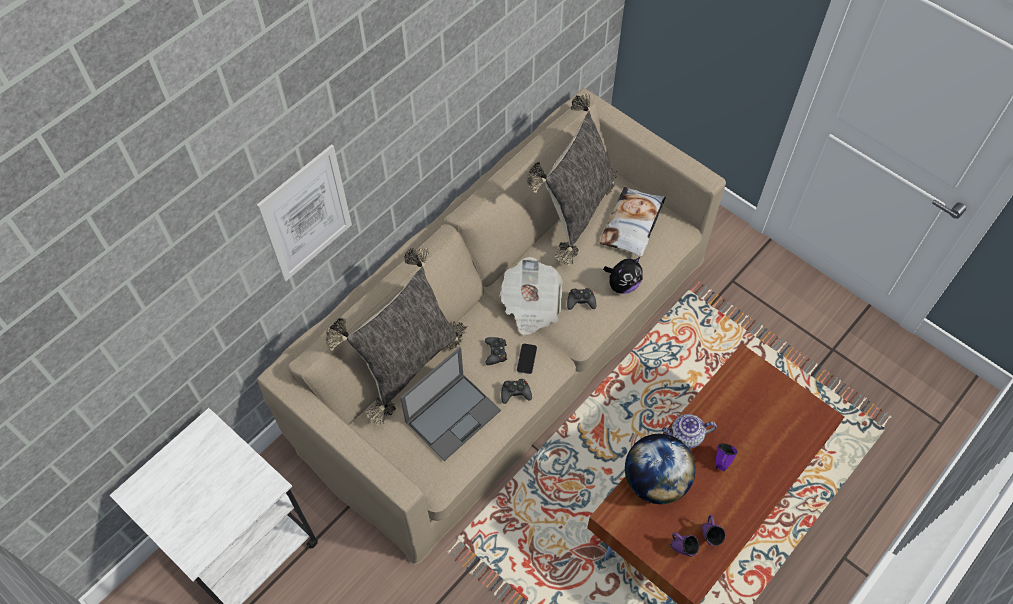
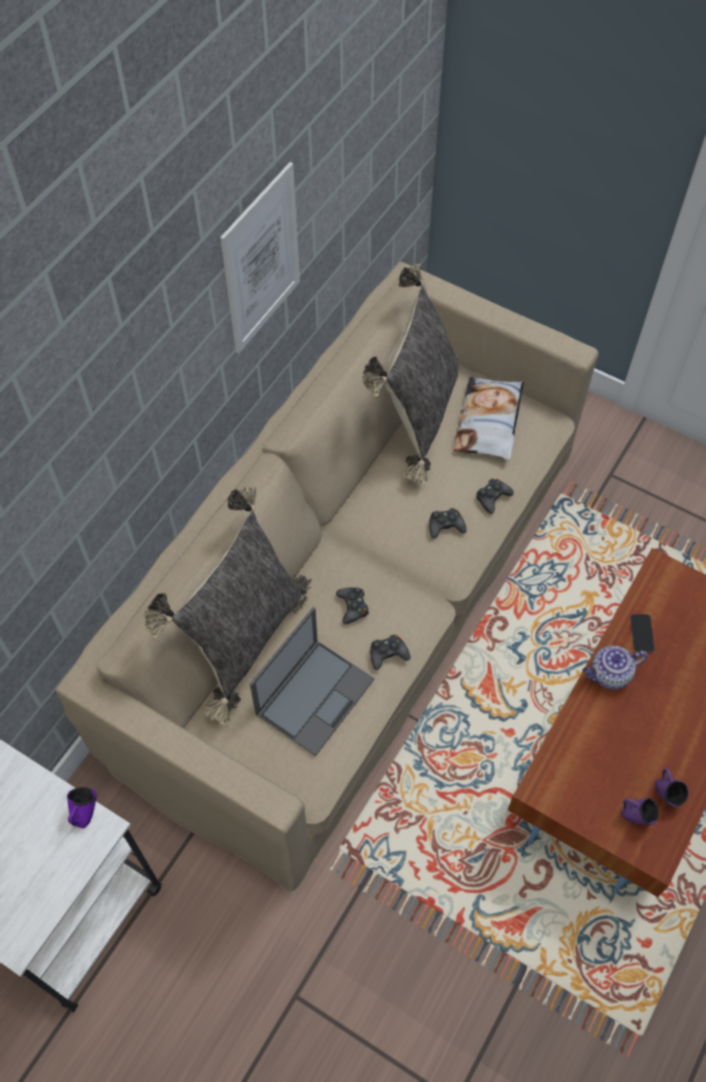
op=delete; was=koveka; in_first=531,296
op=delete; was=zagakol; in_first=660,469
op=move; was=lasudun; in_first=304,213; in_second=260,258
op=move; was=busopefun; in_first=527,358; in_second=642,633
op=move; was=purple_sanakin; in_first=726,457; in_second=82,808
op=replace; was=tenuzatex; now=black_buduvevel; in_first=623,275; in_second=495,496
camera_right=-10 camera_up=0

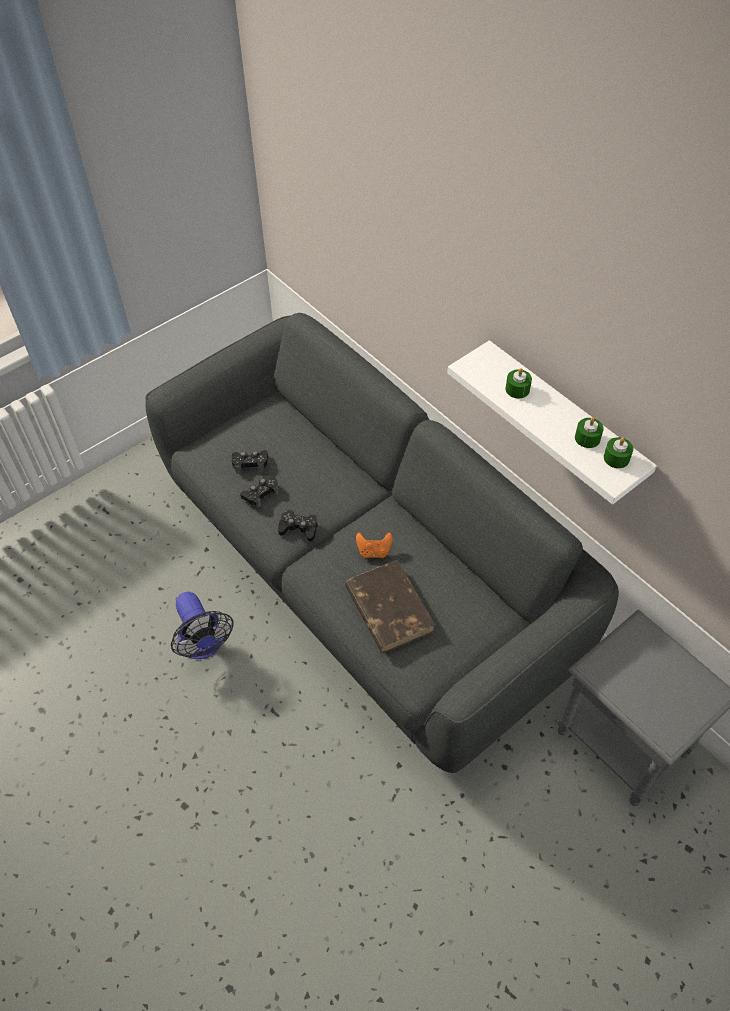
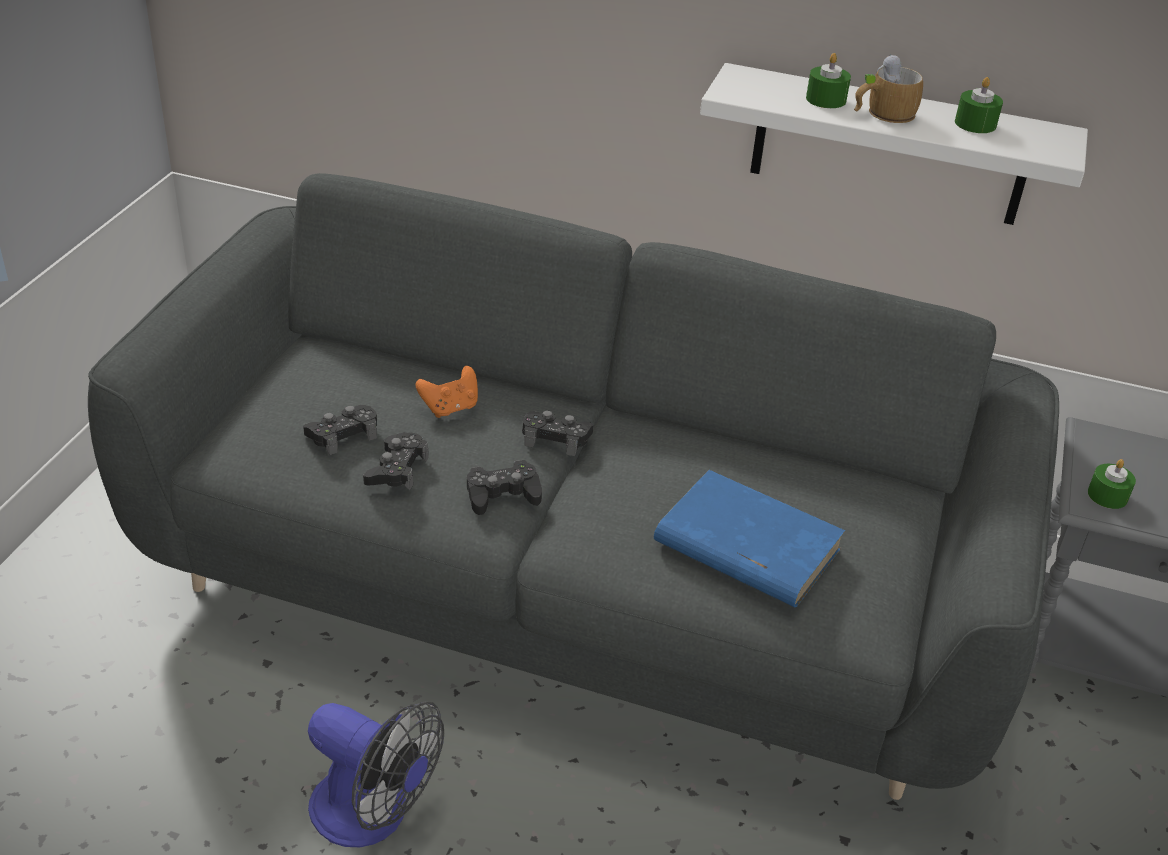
op=insert; now=black_buduvevel; in_second=557,433
op=insert; now=sanakin; in_second=888,88
op=move; was=orange_buduvevel; in_first=374,545; in_second=447,392
op=move; was=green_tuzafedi; in_first=618,452; in_second=1112,484
op=recolor; was=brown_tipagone; now=blue_tipagone; in_first=390,606; in_second=749,538
camera_right=-35 camera_up=-15

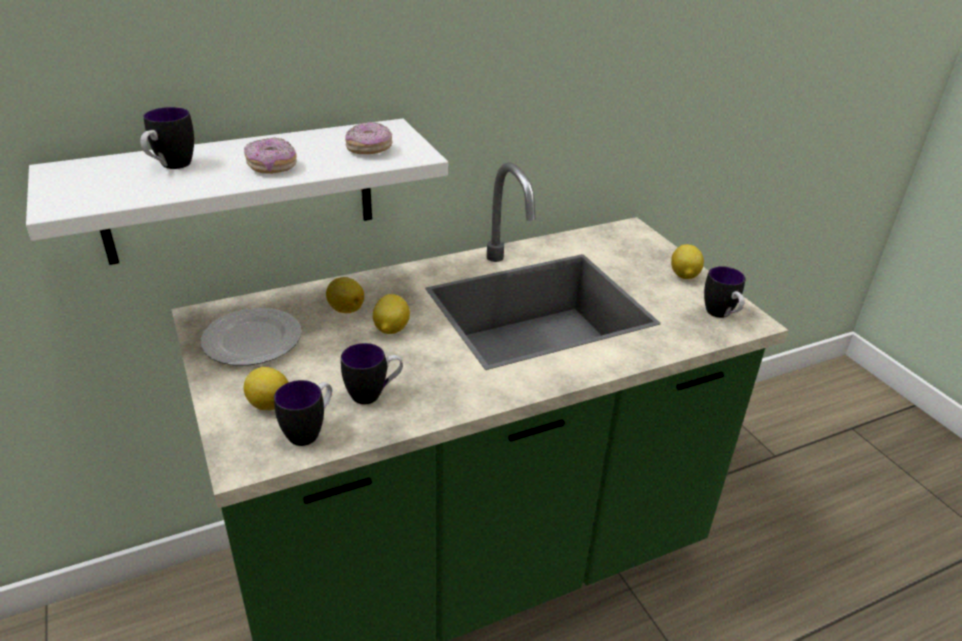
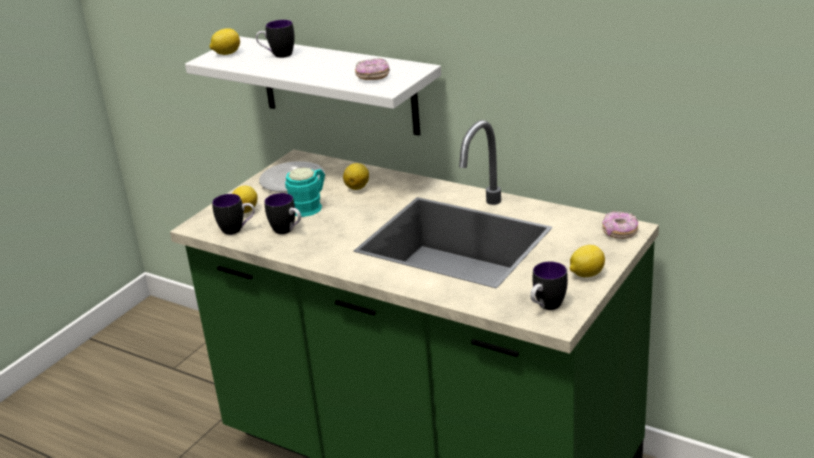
op=insert; now=turquoise_sanakin; in_second=305,192
op=move; was=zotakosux; in_first=270,155; in_second=620,225
op=move; was=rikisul; in_first=391,314; in_second=225,41
camera_right=60 camera_up=-5

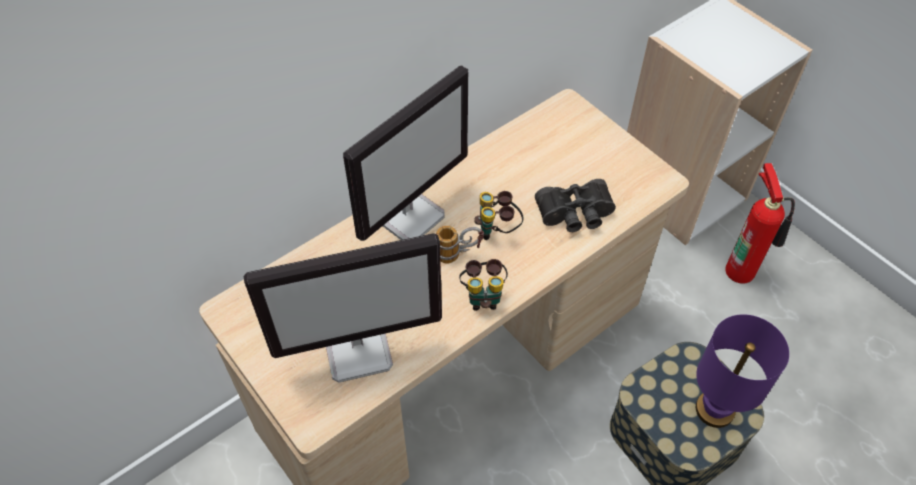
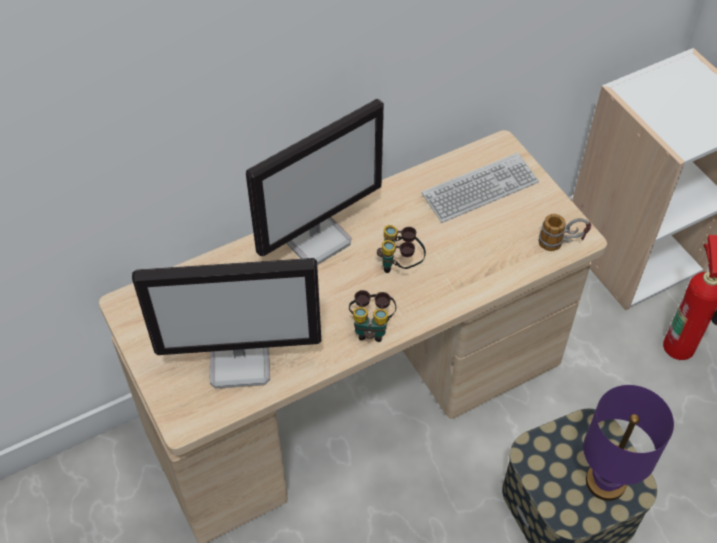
op=delete; was=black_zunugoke; in_first=575,205
op=insert; now=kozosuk; in_second=480,188
op=move; was=sanakin; in_first=460,244; in_second=565,232
camera_right=10 camera_up=0

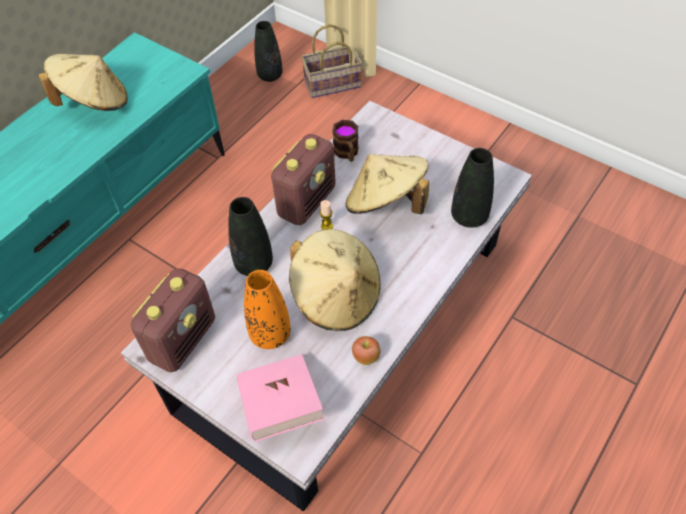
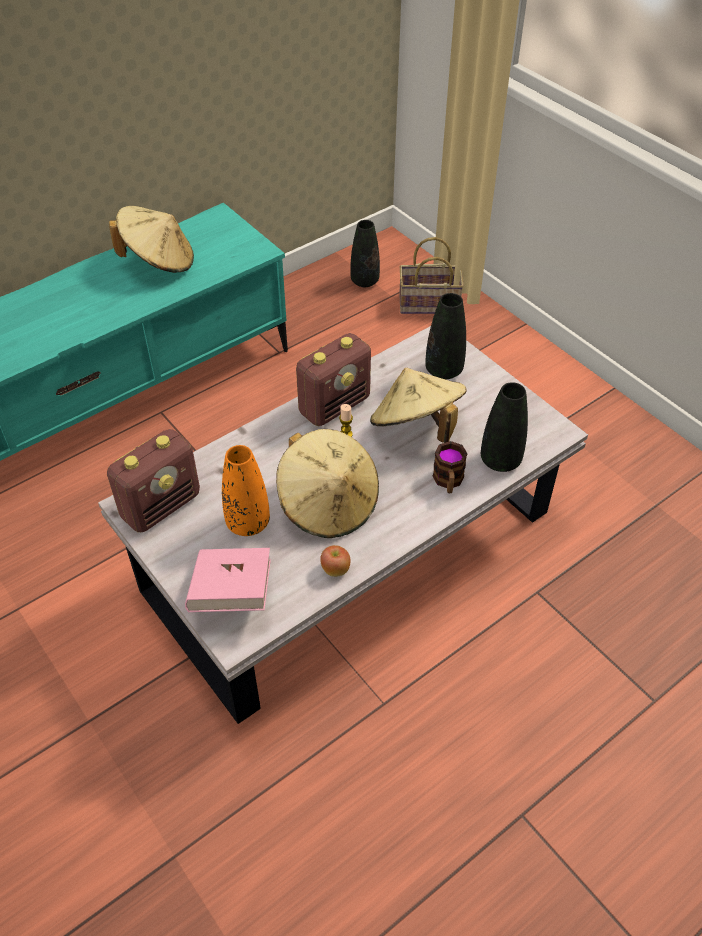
op=move; was=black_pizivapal; in_first=250,236; in_second=445,336
op=move; was=sanakin; in_first=345,141; in_second=450,467
camera_right=15 camera_up=-5

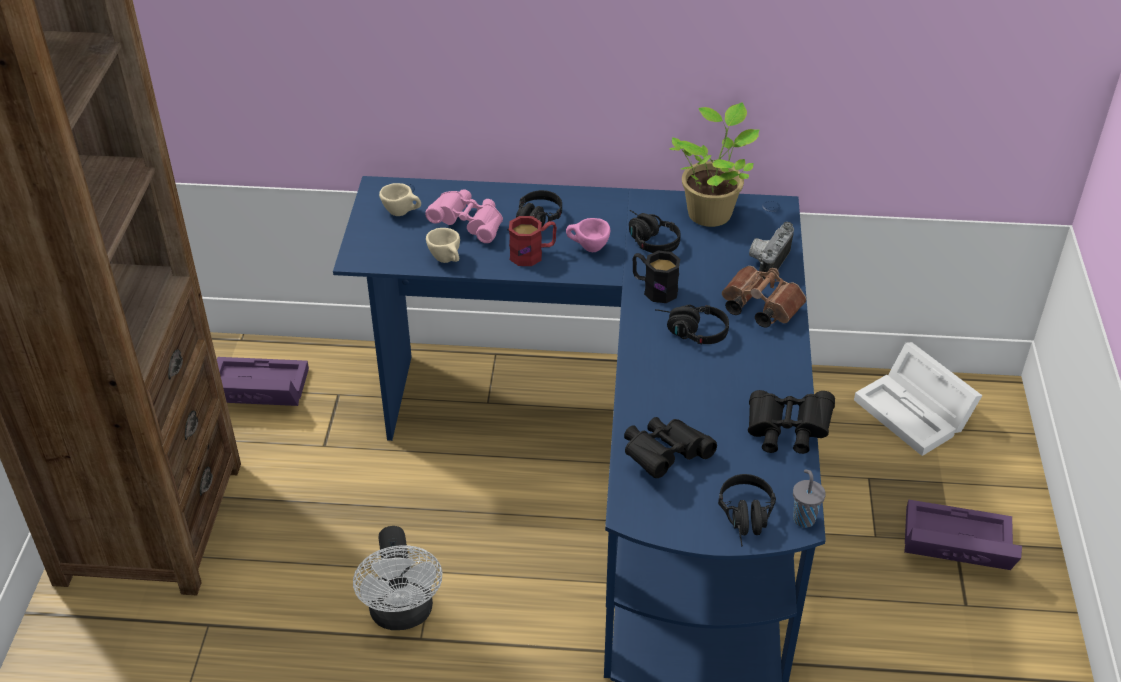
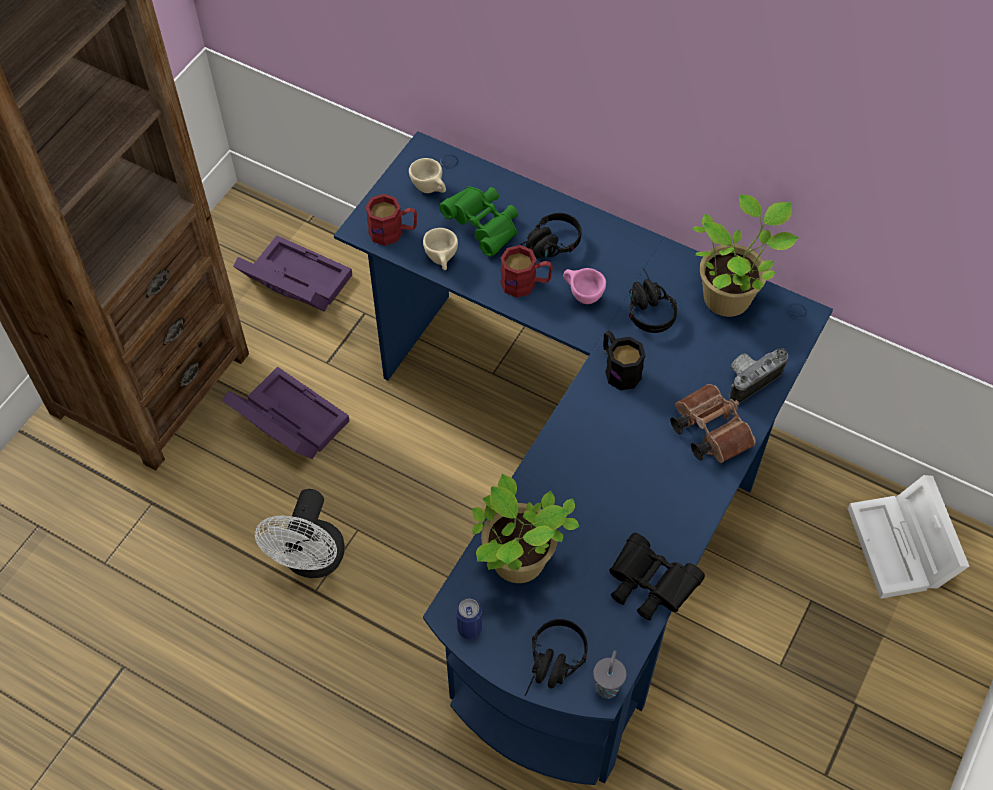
op=delete; was=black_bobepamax; in_first=692,324
op=insert; now=red_sanakin; in_second=391,220
op=insert; now=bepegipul; in_second=469,619
op=move; was=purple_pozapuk; in_first=963,535; in_second=285,413
op=replace; was=black_zunugoke; now=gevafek; in_first=670,447; in_second=525,528
op=recolor; was=pink_zunugoke; now=green_zunugoke; in_first=464,216; in_second=478,221
camera_right=25 camera_up=15

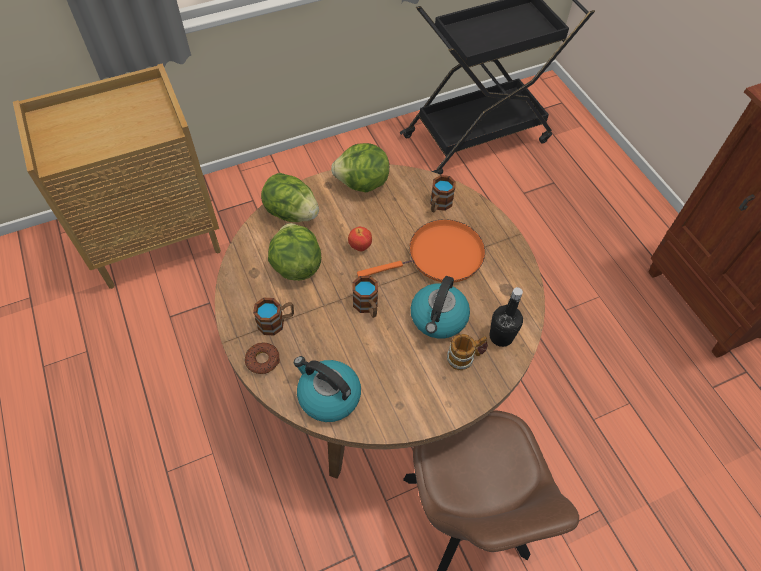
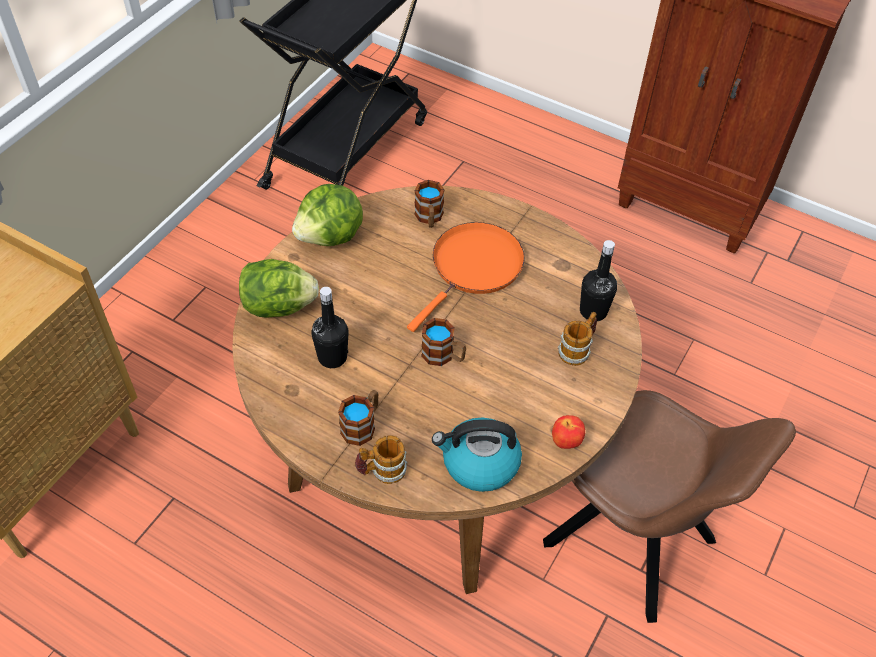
op=delete; was=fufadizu; in_first=440,307
op=move; was=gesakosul; in_first=360,239; in_second=568,432
op=replace; was=zotakosux; now=sanakin; in_first=262,358; in_second=381,459
op=replace; was=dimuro; now=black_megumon; in_first=294,252; in_second=330,327
camera_right=-35 camera_up=-5

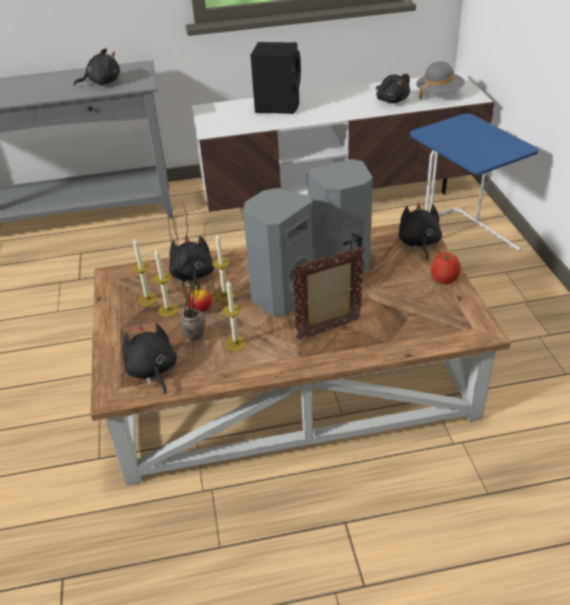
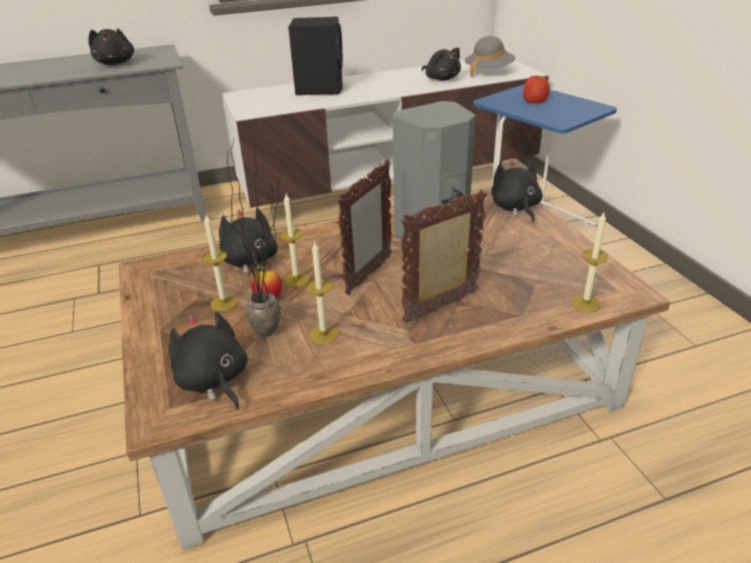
op=move; was=tuzafedi; in_first=145,271; in_second=590,262
op=move; was=gesakosul; in_first=446,268; in_second=536,89
op=replace; was=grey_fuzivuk; now=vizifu; in_first=278,252; in_second=364,227
op=rotate; was=black_tenuzatex; in_first=97,67; in_second=111,46; clockwise=105
camera_right=-10 camera_up=-5

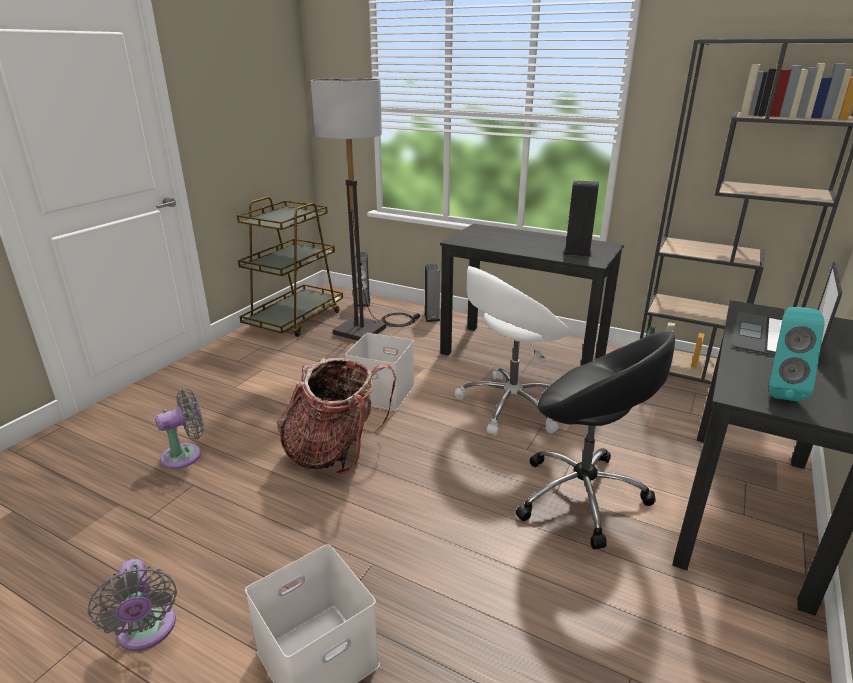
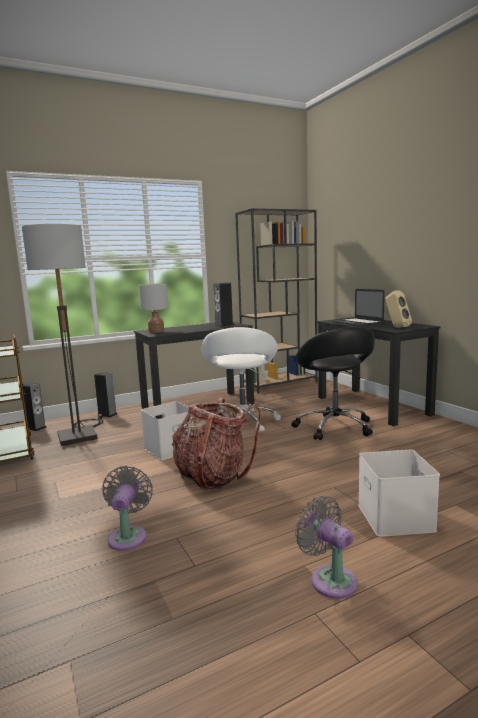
op=insert; now=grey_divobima; in_second=153,308
op=recolor; was=turquoise_fuzivuk; now=beige_fuzivuk; in_first=797,354; in_second=398,309
op=rotate; was=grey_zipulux; in_first=132,605; in_second=326,547; clockwise=-135
op=rotate; was=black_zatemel; in_first=595,440; in_second=333,383; clockwise=90
camera_right=-55 camera_up=-15

